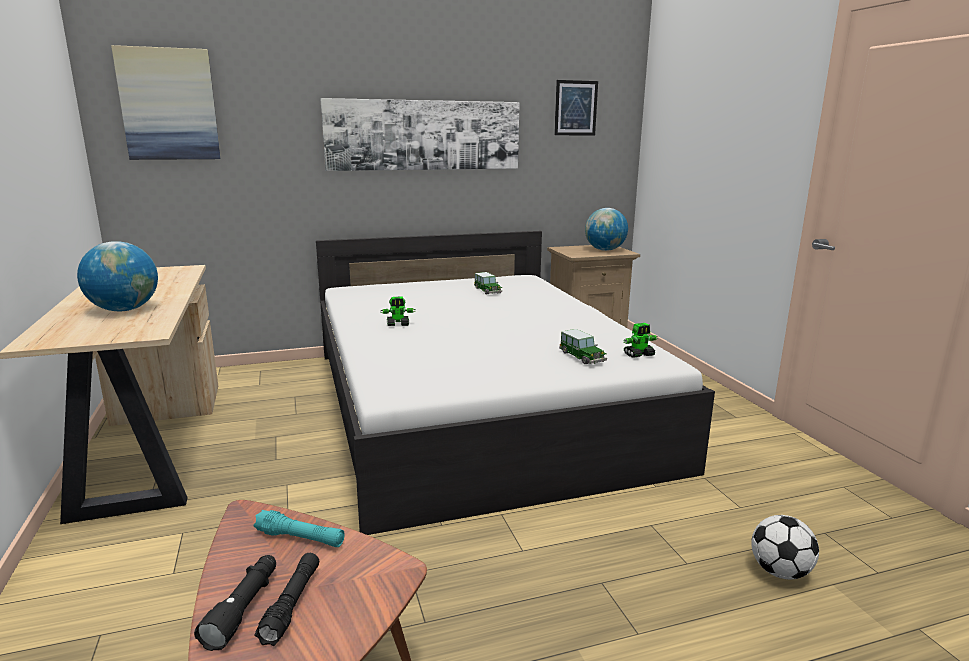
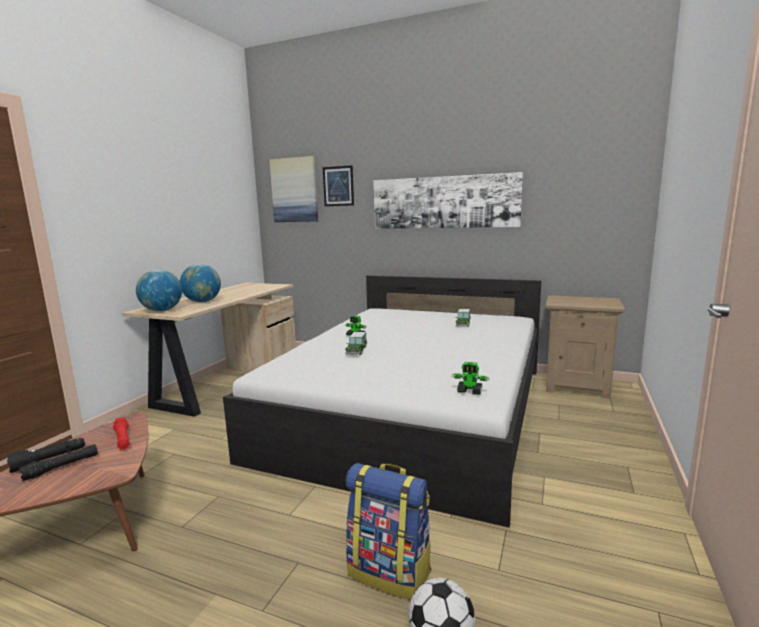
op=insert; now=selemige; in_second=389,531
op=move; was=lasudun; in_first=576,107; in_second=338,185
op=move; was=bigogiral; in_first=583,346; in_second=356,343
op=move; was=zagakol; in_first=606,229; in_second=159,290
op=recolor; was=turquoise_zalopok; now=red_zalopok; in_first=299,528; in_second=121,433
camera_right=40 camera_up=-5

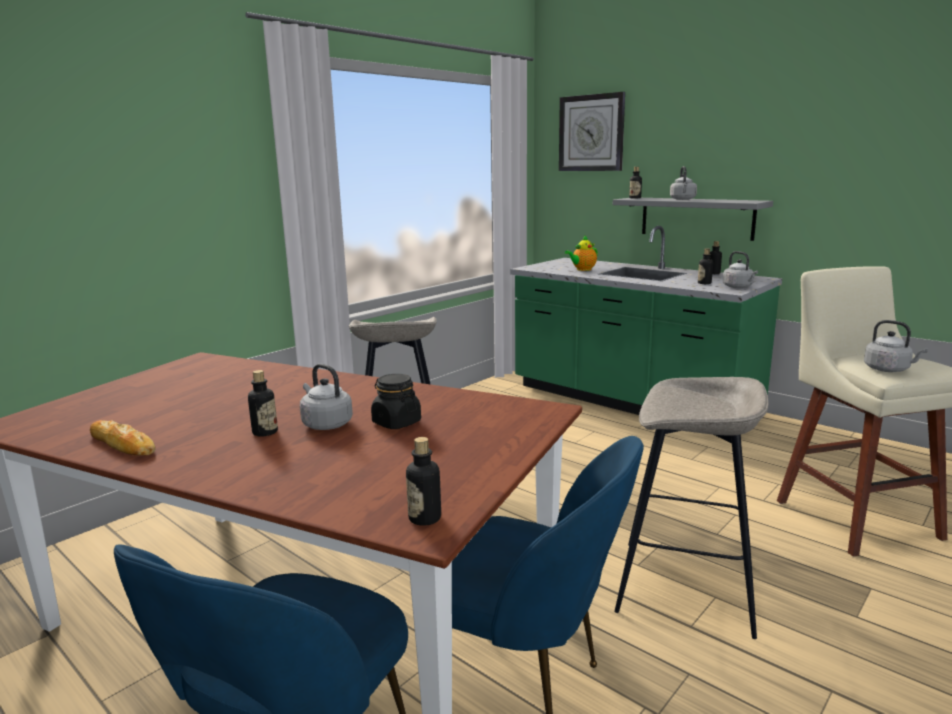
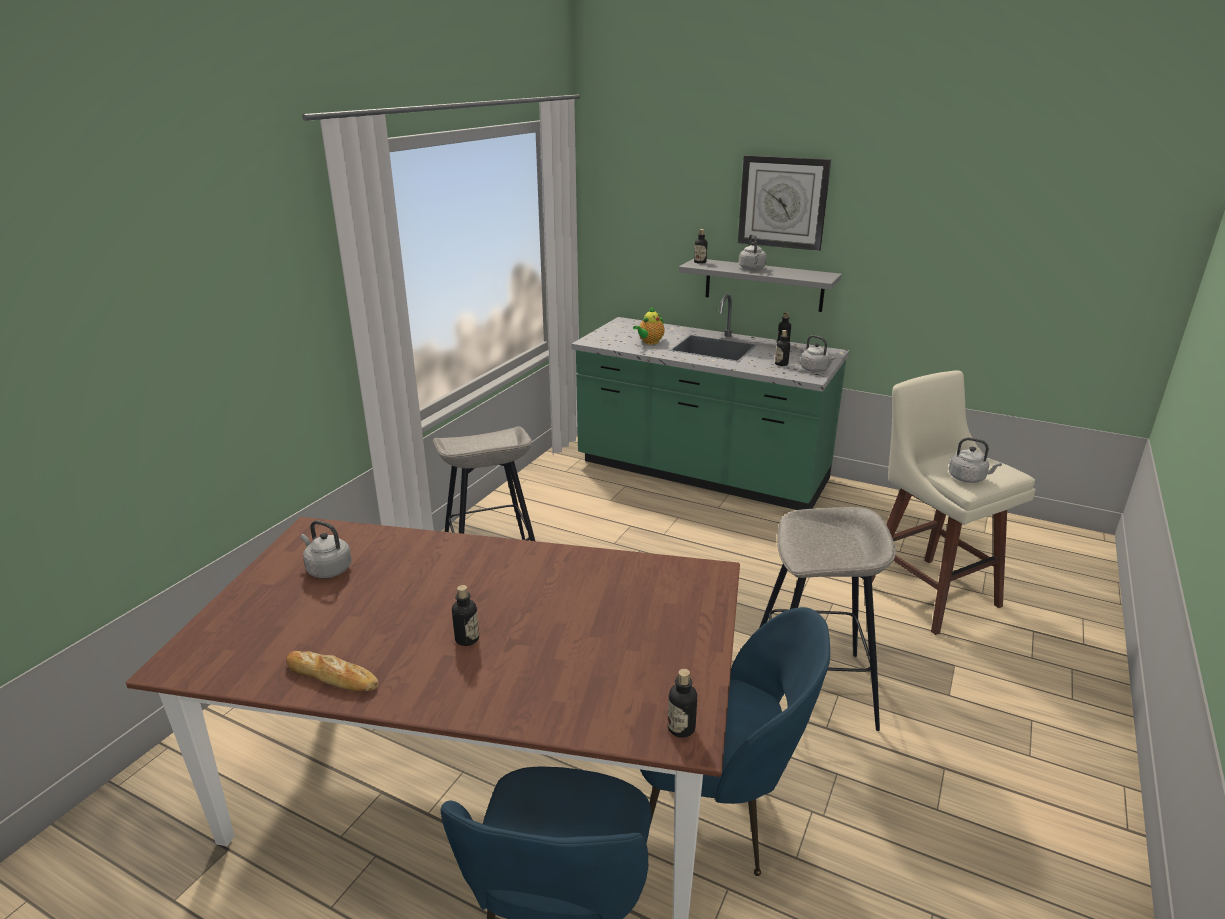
op=delete; was=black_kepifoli; in_first=396,401
op=move; was=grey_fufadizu; in_first=326,397; in_second=326,549
op=move; was=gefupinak; in_first=592,131; in_second=784,203
camera_right=-15 camera_up=10

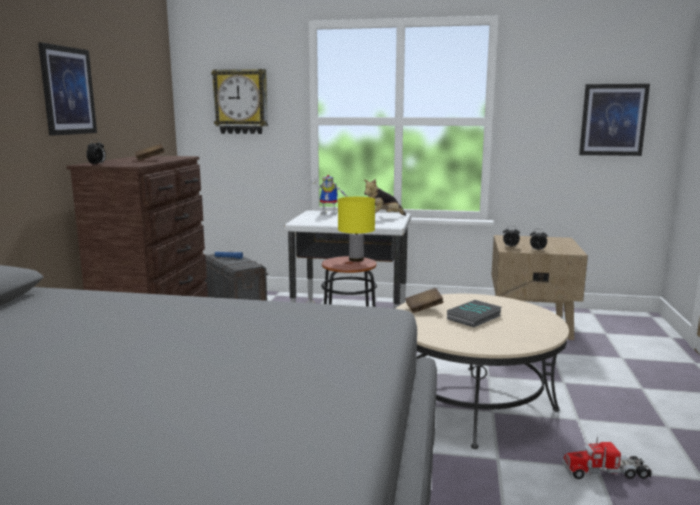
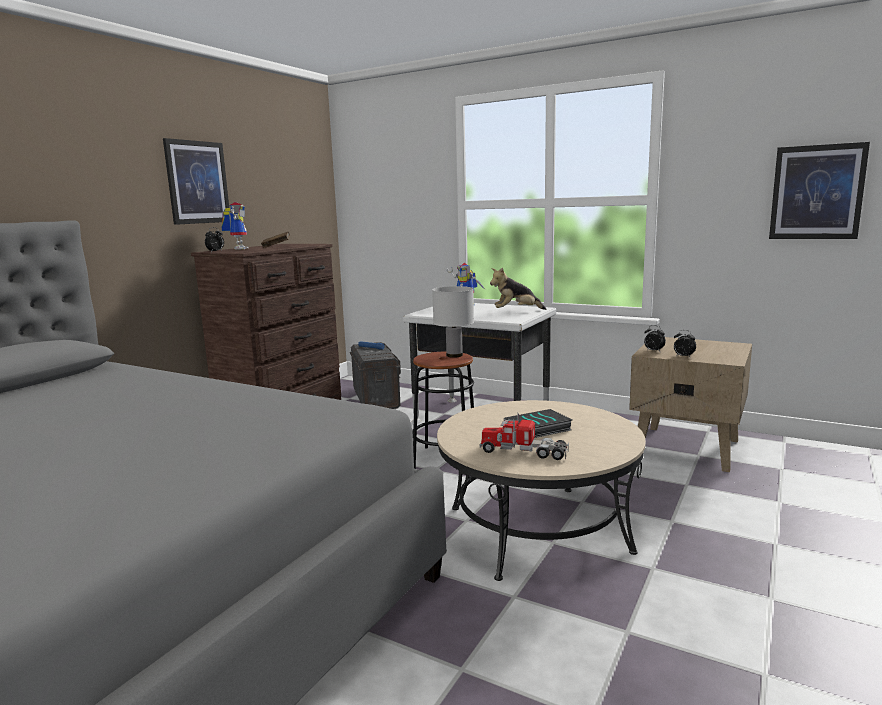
op=delete; was=gefupinak; in_first=239,101
op=delete; was=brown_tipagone; in_first=424,300
op=insert; now=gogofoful; in_second=235,226
op=move; was=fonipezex; in_first=607,458; in_second=524,436
op=recolor; was=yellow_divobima; now=white_divobima; in_first=356,229; in_second=453,322
camera_right=20 camera_up=0

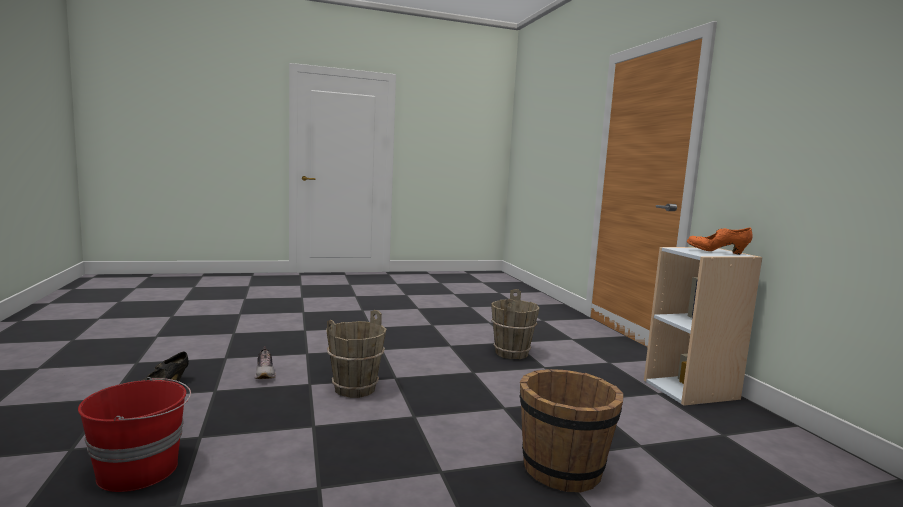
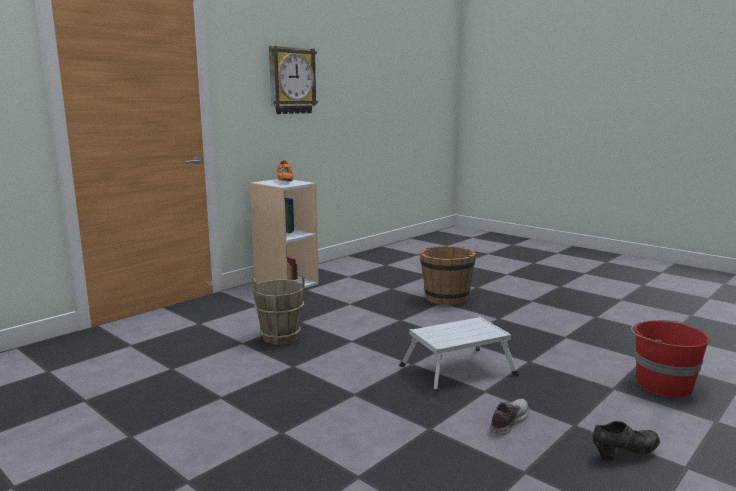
op=insert; now=gefupinak; in_second=293,80
op=replace; was=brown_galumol; now=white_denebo; in_first=356,354; in_second=459,356
camera_right=-120 camera_up=5

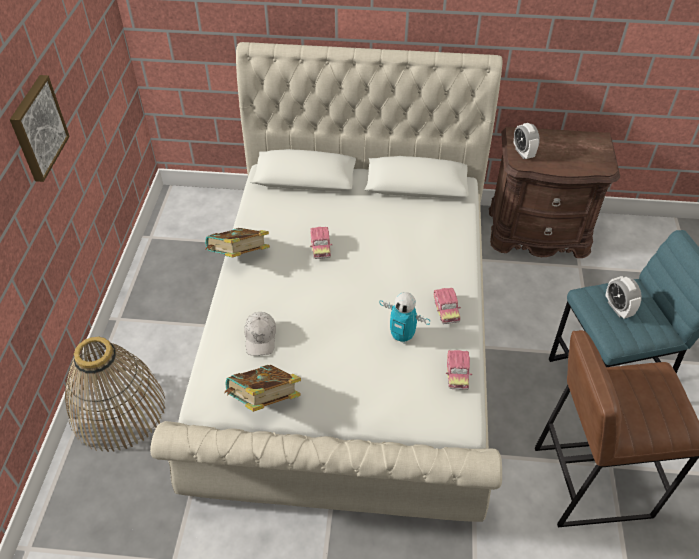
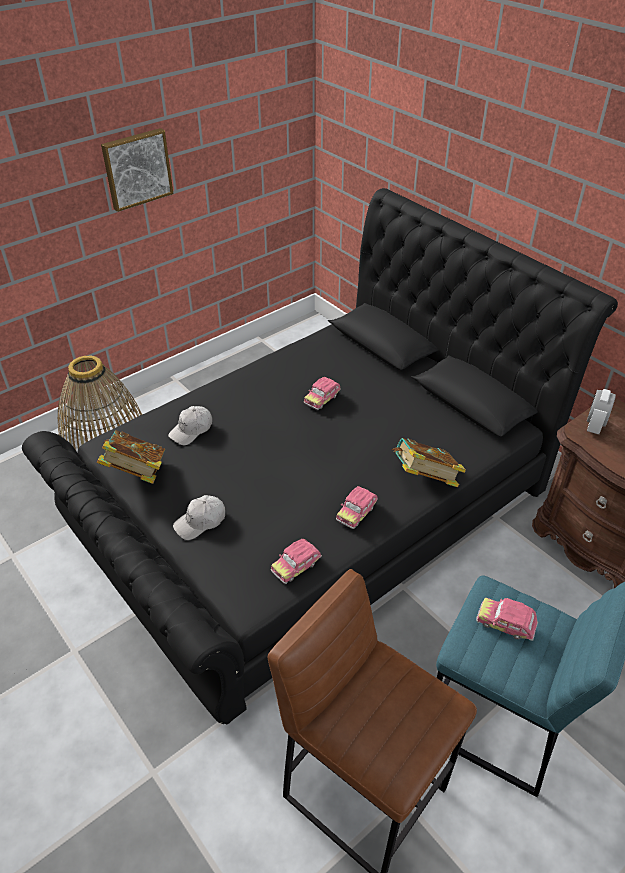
op=delete; was=gogofoful; in_first=404,318
op=insert; now=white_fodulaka; in_second=199,517
op=move; was=tipagone; in_first=237,242; in_second=429,462
op=replace; was=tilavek; now=bigogiral; in_first=623,297; in_second=507,619
op=recolor; was=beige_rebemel; now=black_rebemel; in_first=326,282; in_second=320,456
camera_right=45 camera_up=-5

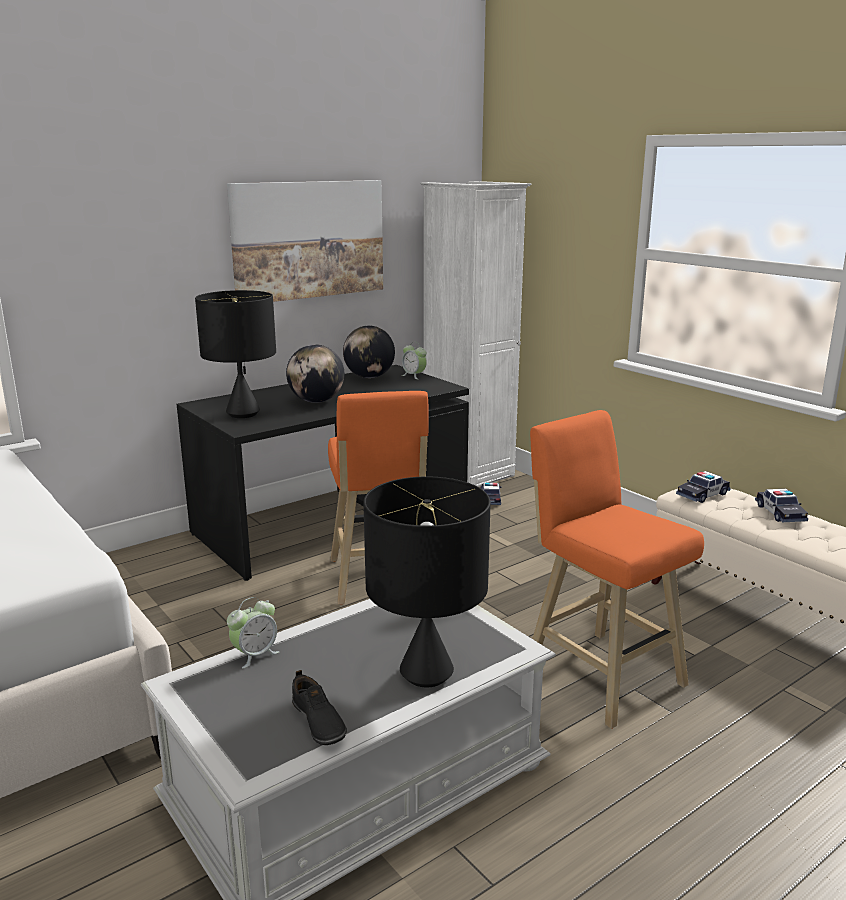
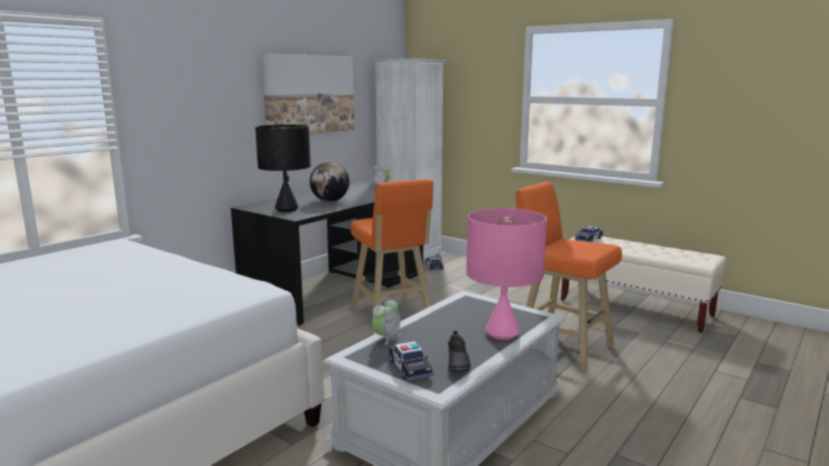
op=delete; was=zagakol; in_first=369,352
op=move; was=bigogiral; in_first=781,505; in_second=410,360
op=recolor; was=black_divobima; now=pink_divobima; in_first=427,581; in_second=506,274
op=rotate; was=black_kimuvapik; in_first=319,707; in_second=459,351; clockwise=45
camera_right=-15 camera_up=-5

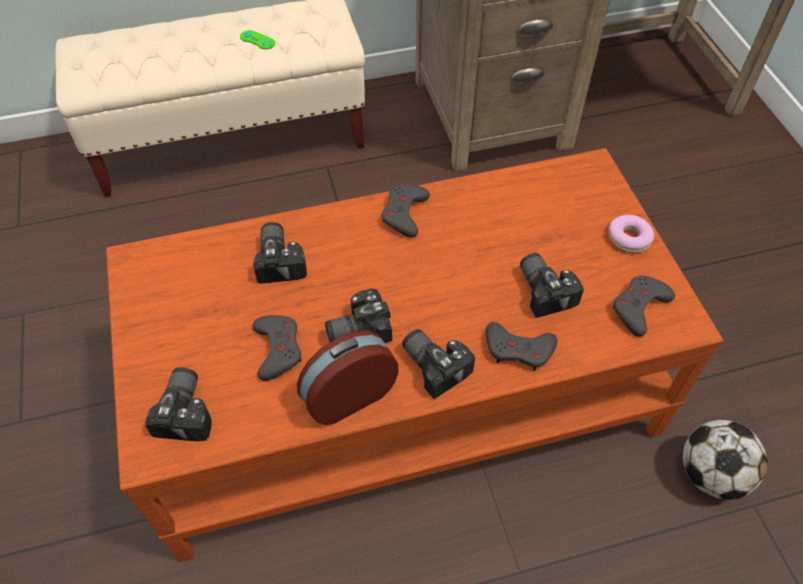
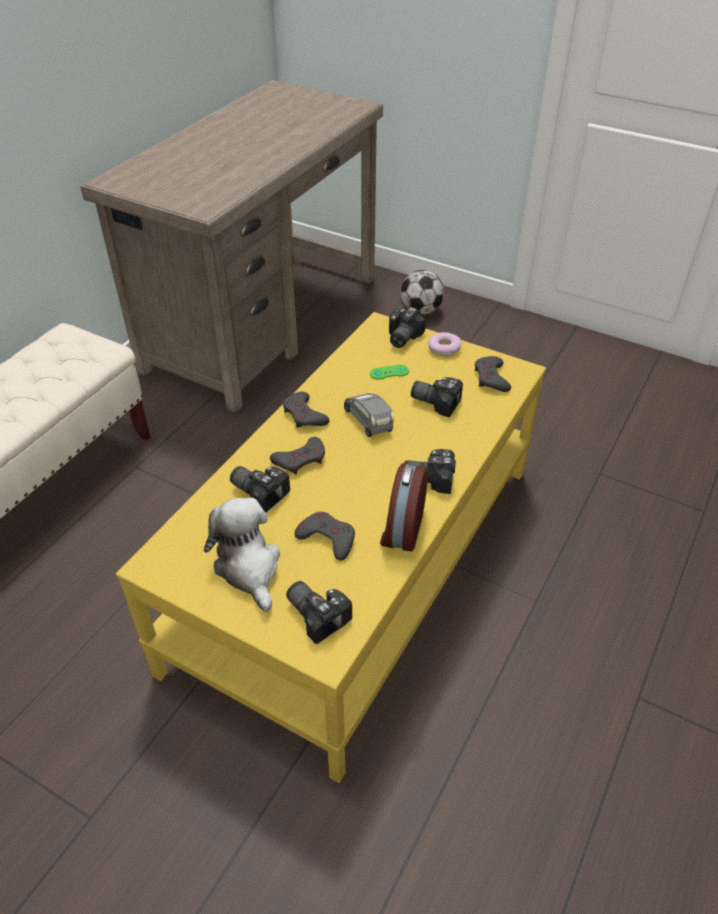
op=insert; now=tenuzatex; in_second=242,555
op=insert; now=grey_bigogiral; in_second=369,415
op=move; was=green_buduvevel; in_first=257,39; in_second=389,372
op=move; was=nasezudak; in_first=358,315; in_second=407,327
op=move; was=grey_buduvevel; in_first=521,346; in_second=297,456
op=move; was=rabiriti; in_first=725,460; in_second=422,292
op=recolor; was=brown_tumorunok; now=yellow_tumorunok; in_first=415,355; in_second=331,547
camera_right=-45 camera_up=-10

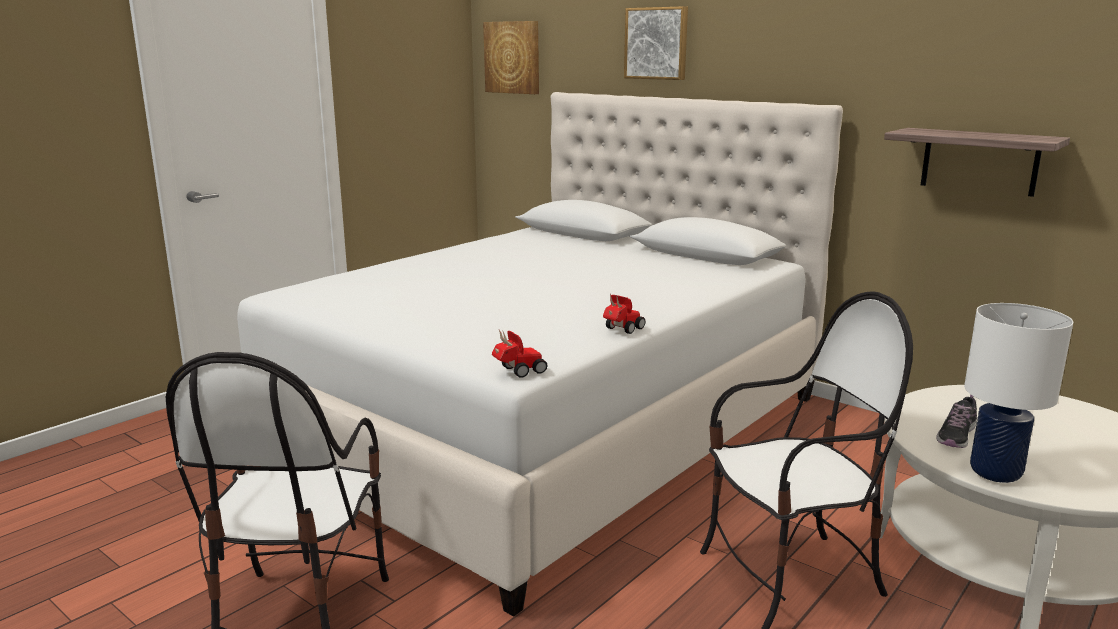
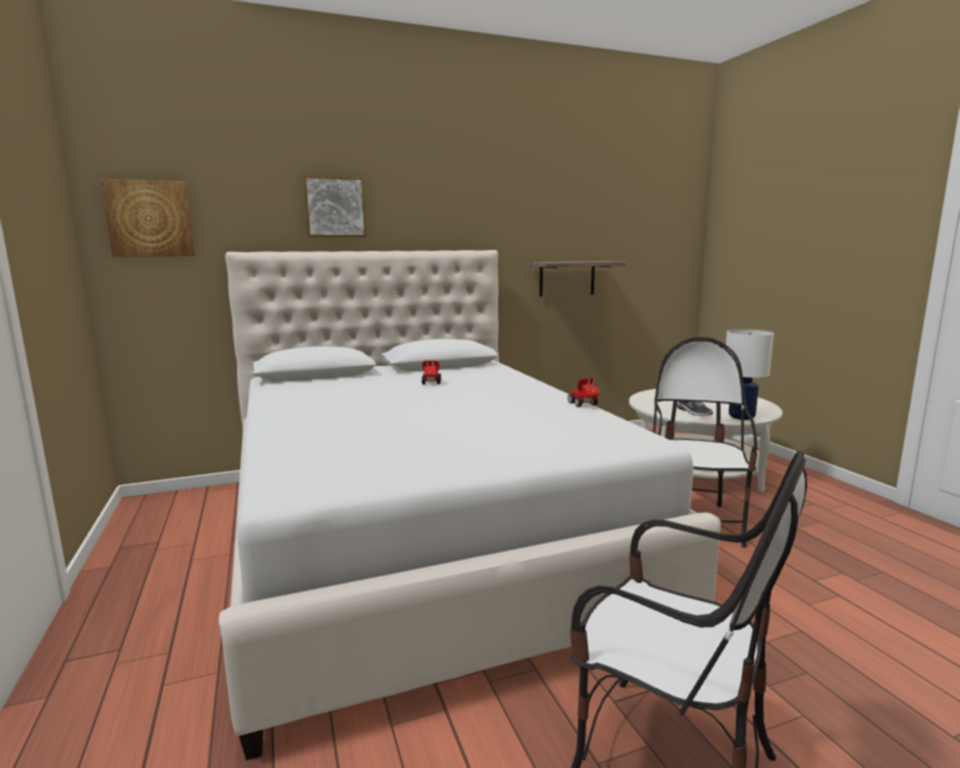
op=move; was=bigogiral; in_first=520,354; in_second=431,371
camera_right=-60 camera_up=-5

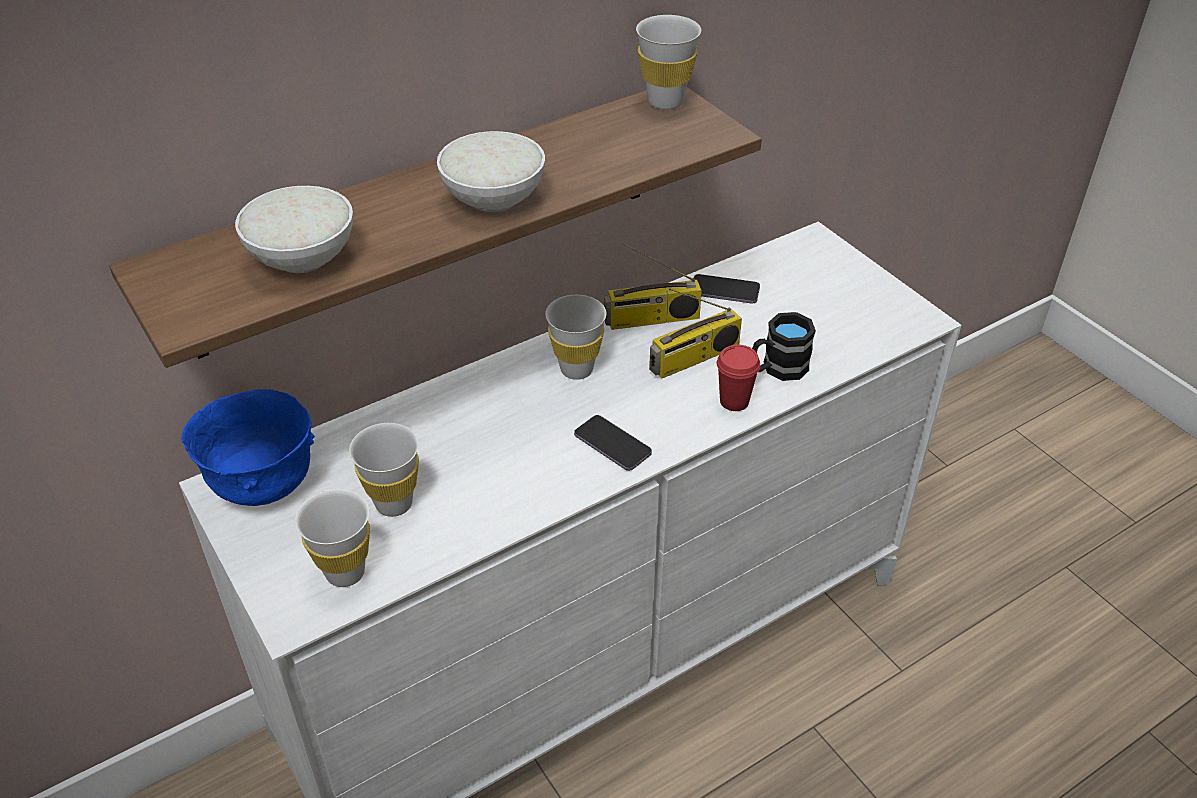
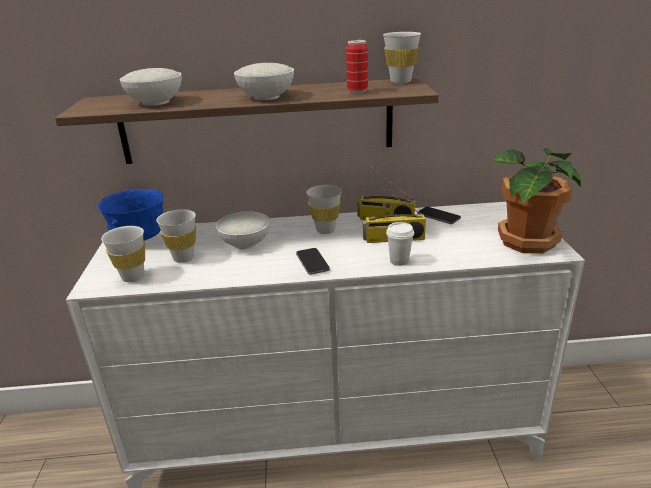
op=delete; was=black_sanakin; in_first=784,346
op=insert; now=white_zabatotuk; in_second=243,230
op=insert; now=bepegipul; in_second=357,66
op=insert; now=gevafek; in_second=536,200
op=recolor; was=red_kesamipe; now=white_kesamipe; in_first=738,378; in_second=400,244
camera_right=30 camera_up=-15

